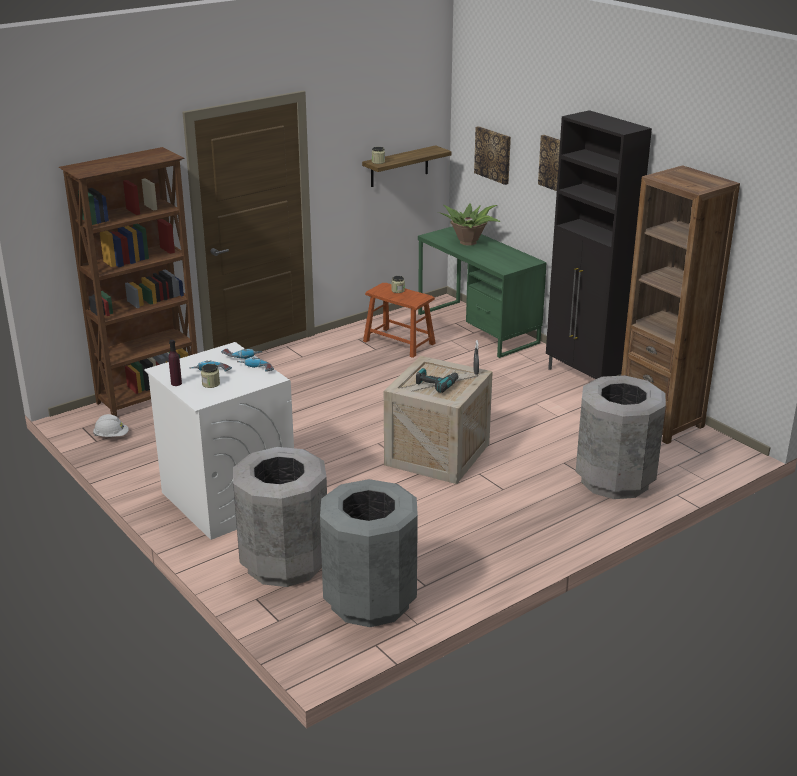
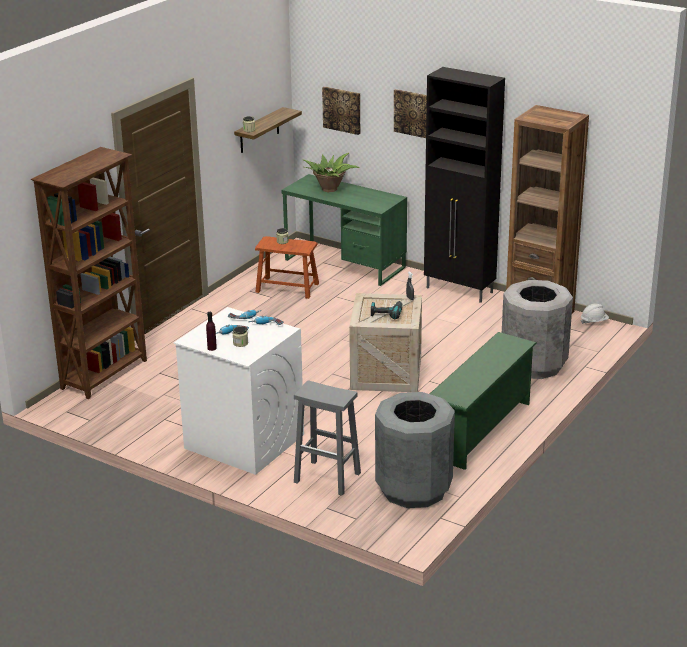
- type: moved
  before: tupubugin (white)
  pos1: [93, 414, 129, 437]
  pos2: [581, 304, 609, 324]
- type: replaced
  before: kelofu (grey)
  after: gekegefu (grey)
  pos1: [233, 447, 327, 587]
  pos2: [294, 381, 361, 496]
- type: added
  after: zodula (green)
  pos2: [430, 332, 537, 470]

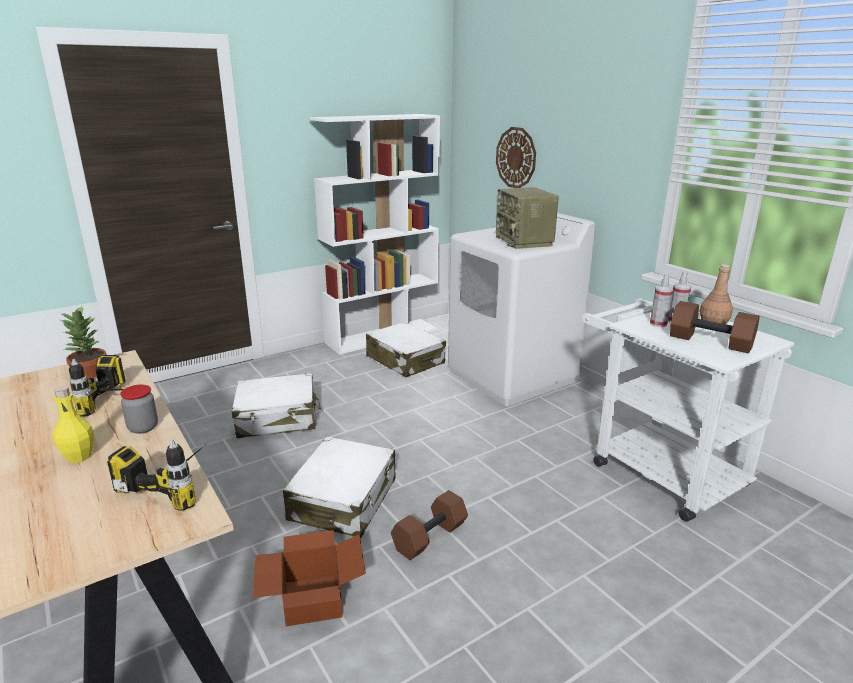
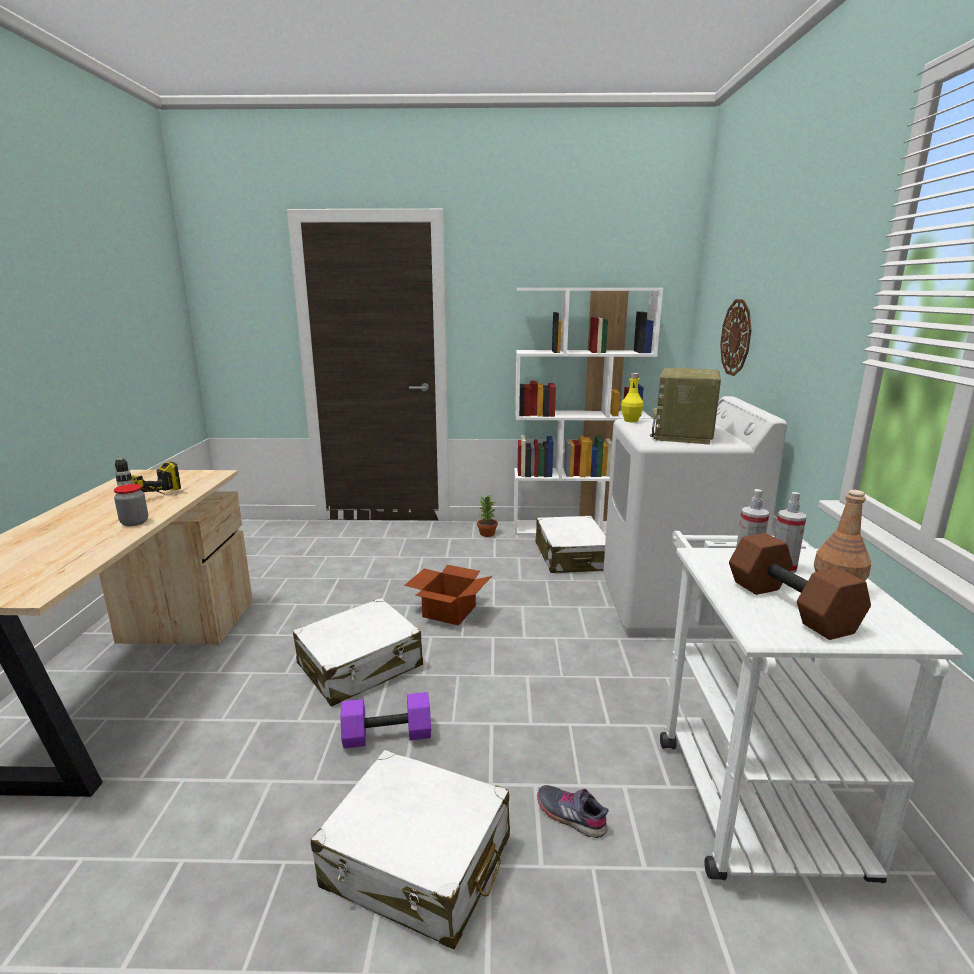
- type: moved
  before: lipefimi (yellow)
  pos1: [52, 385, 94, 463]
  pos2: [621, 373, 644, 422]
- type: moved
  before: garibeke
  pos1: [60, 306, 107, 379]
  pos2: [477, 495, 498, 537]
- type: removed
  before: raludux
  pos1: [107, 439, 204, 510]
- type: moved
  before: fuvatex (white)
  pos1: [232, 373, 321, 438]
  pos2: [311, 750, 510, 949]
- type: moved
  before: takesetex
  pos1: [253, 530, 366, 626]
  pos2: [404, 565, 492, 626]
- type: recoloured
  before: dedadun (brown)
  after: dedadun (purple)
  pos1: [391, 490, 468, 560]
  pos2: [340, 692, 431, 749]
- type: added
  after: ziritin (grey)
  pos2: [537, 785, 609, 838]

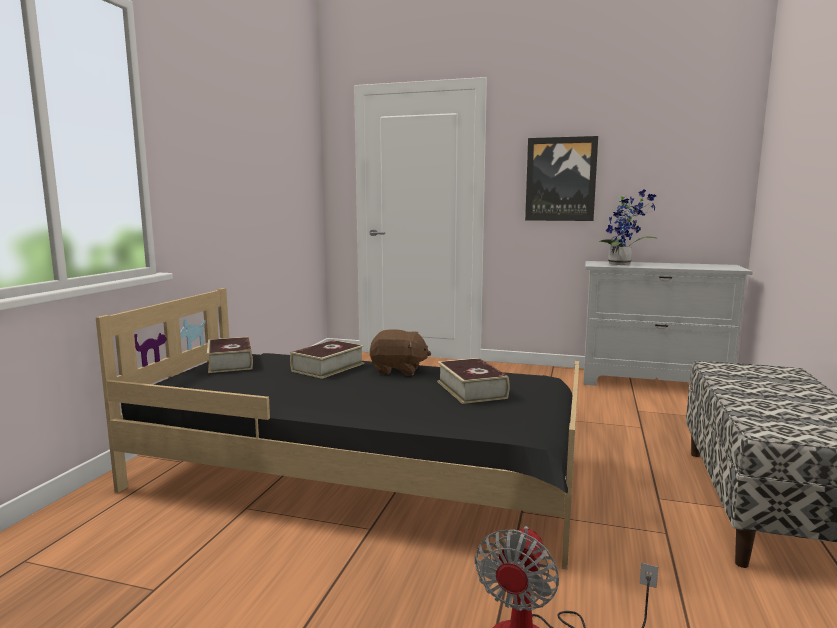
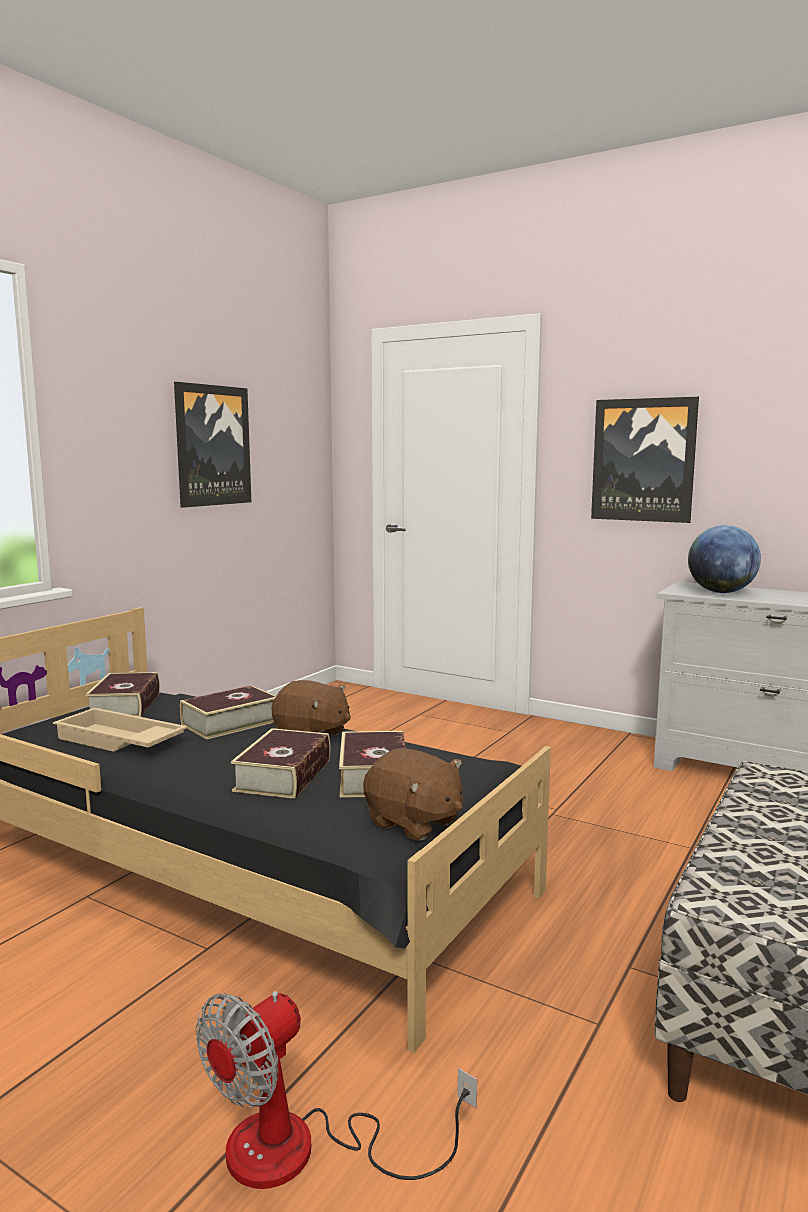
- type: replaced
  before: garibeke
  after: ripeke
  pos1: [599, 189, 658, 265]
  pos2: [688, 525, 761, 593]
- type: added
  after: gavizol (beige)
  pos2: [53, 708, 187, 752]
- type: added
  after: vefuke
  pos2: [174, 382, 251, 508]
- type: added
  after: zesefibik
  pos2: [231, 728, 330, 799]
- type: added
  after: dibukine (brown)
  pos2: [363, 748, 463, 841]

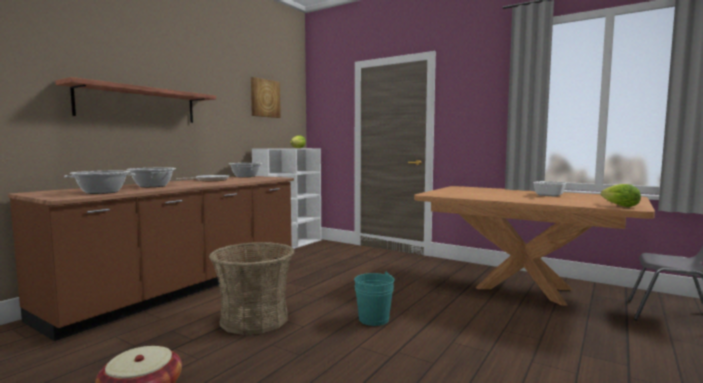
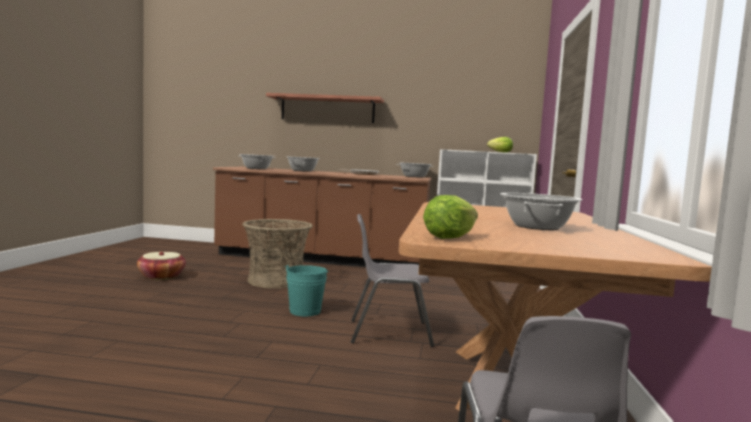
- type: removed
  before: vefuke
  pos1: [251, 77, 281, 118]
- type: replaced
  before: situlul
  after: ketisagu
  pos1: [533, 181, 567, 197]
  pos2: [500, 193, 582, 230]
- type: added
  after: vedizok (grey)
  pos2: [351, 214, 434, 347]

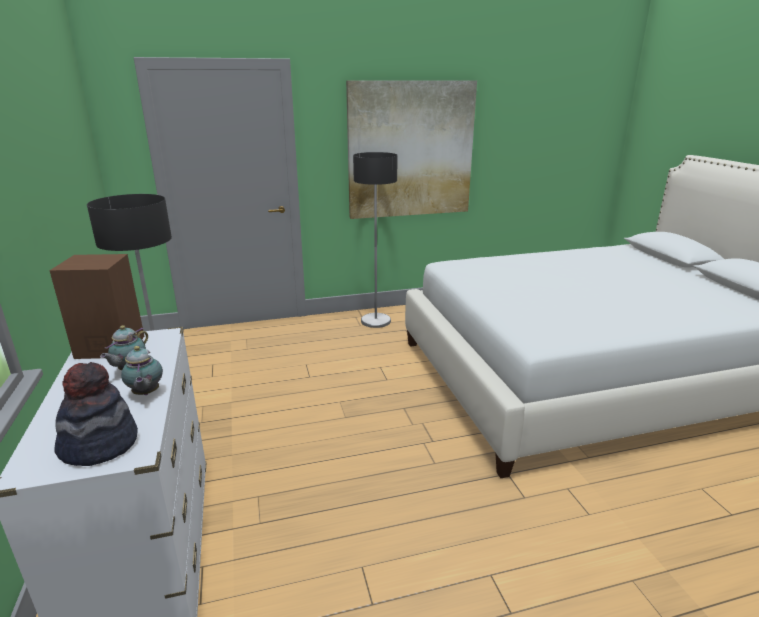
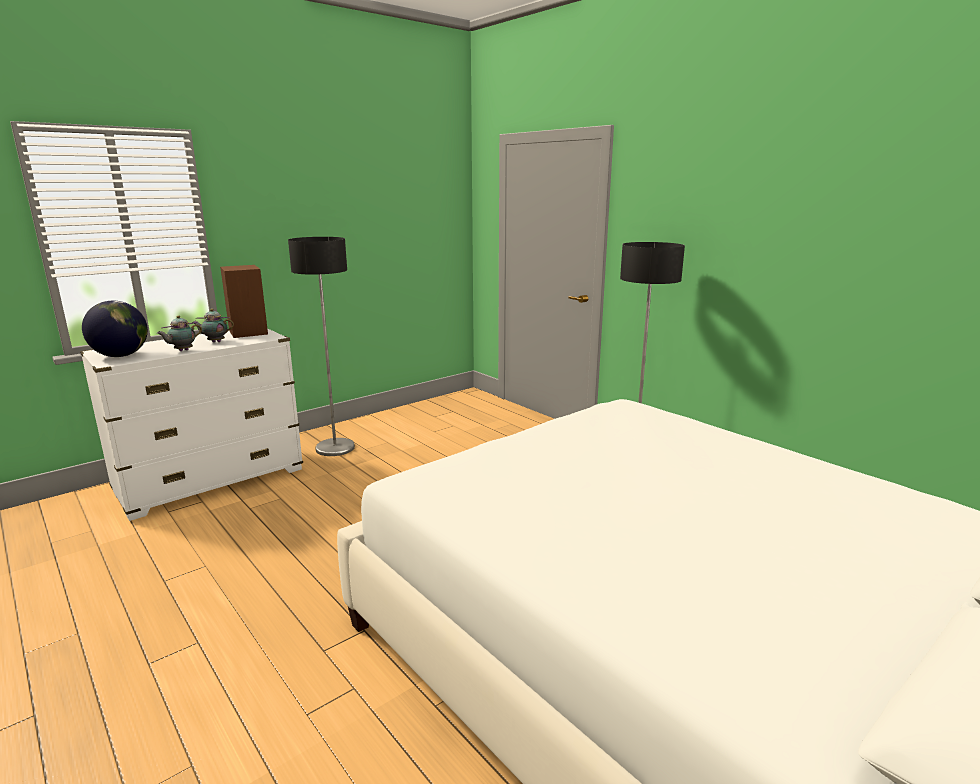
- type: replaced
  before: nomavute
  after: ripeke
  pos1: [54, 362, 138, 466]
  pos2: [82, 301, 148, 357]
- type: removed
  before: vefuke
  pos1: [346, 80, 477, 219]

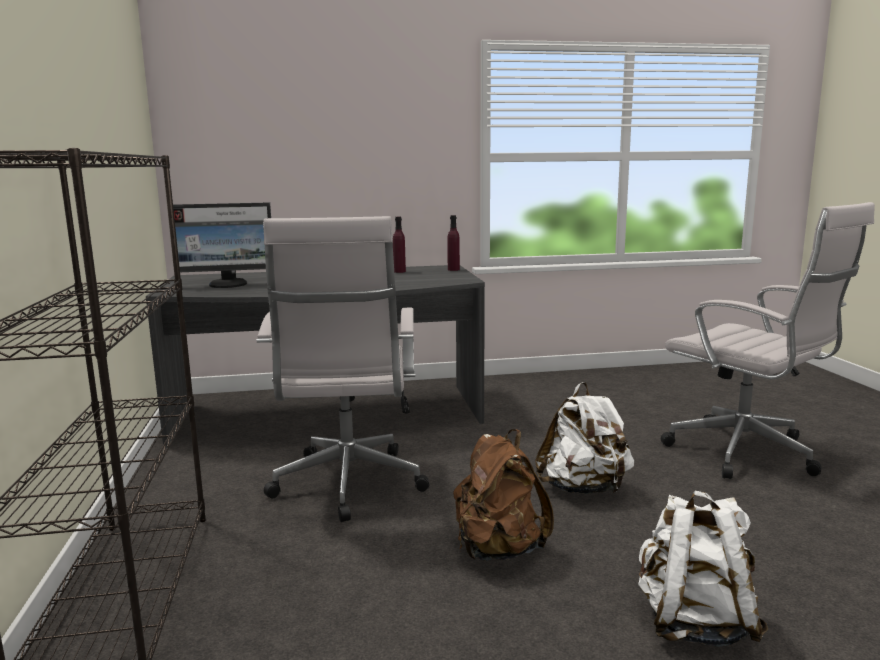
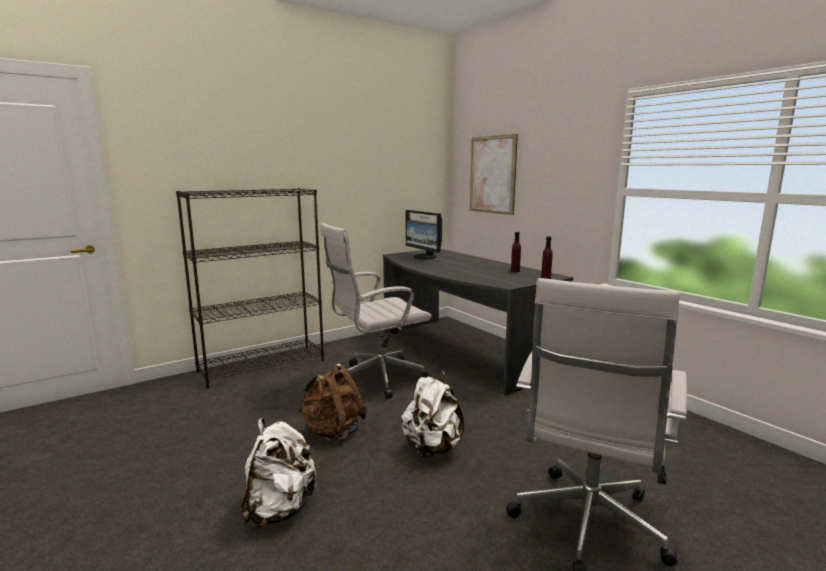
- type: added
  after: vefuke
  pos2: [470, 134, 518, 215]

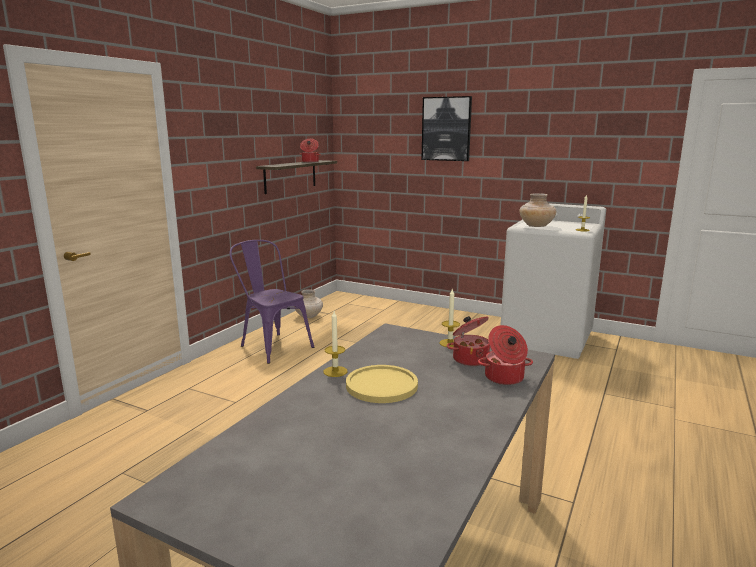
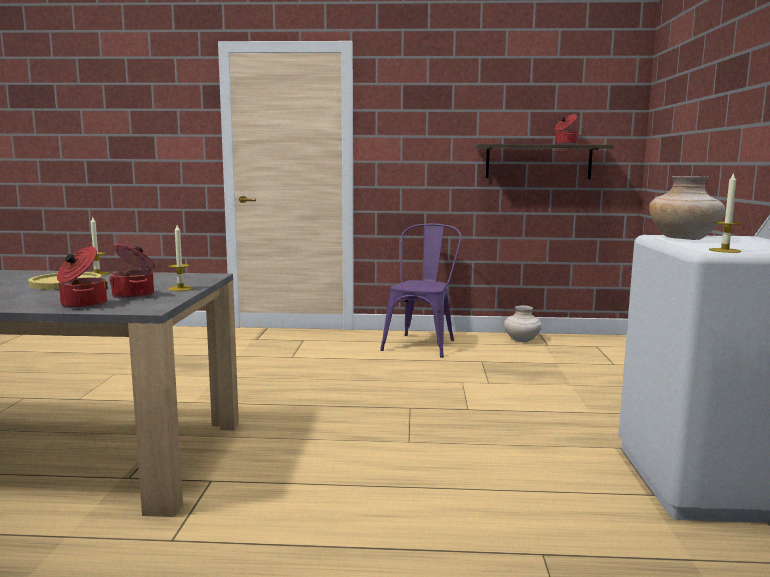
- type: removed
  before: vefuke
  pos1: [421, 96, 472, 161]

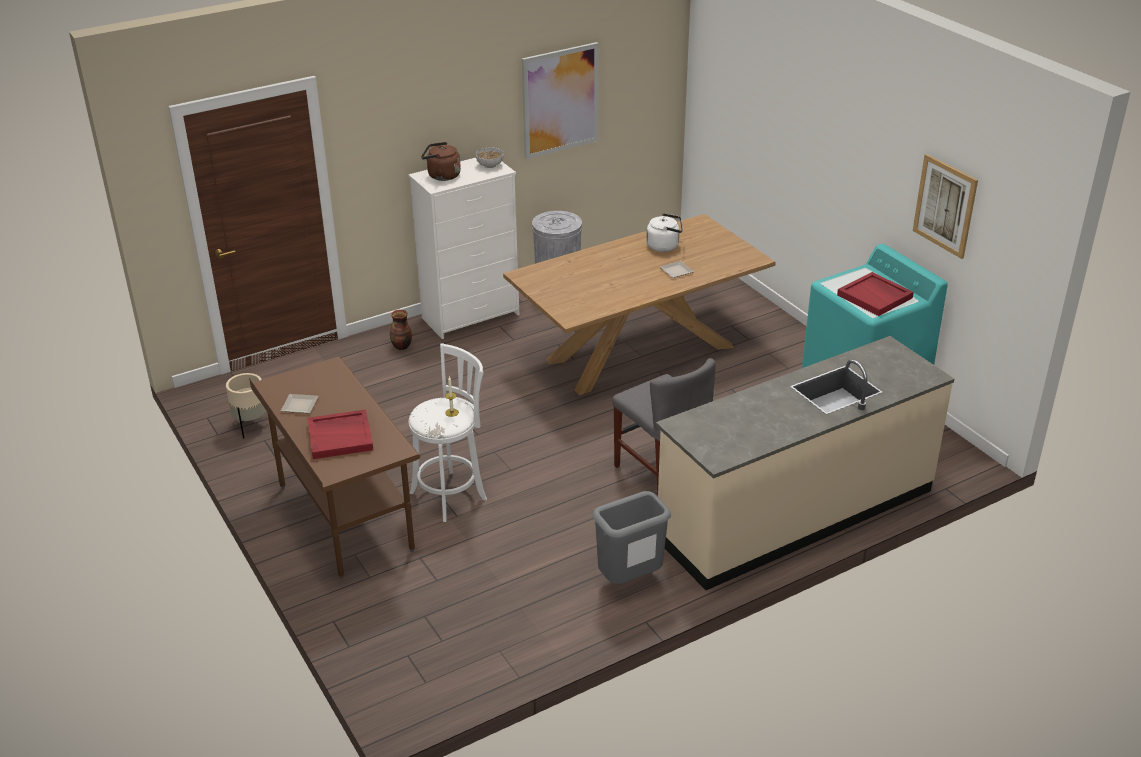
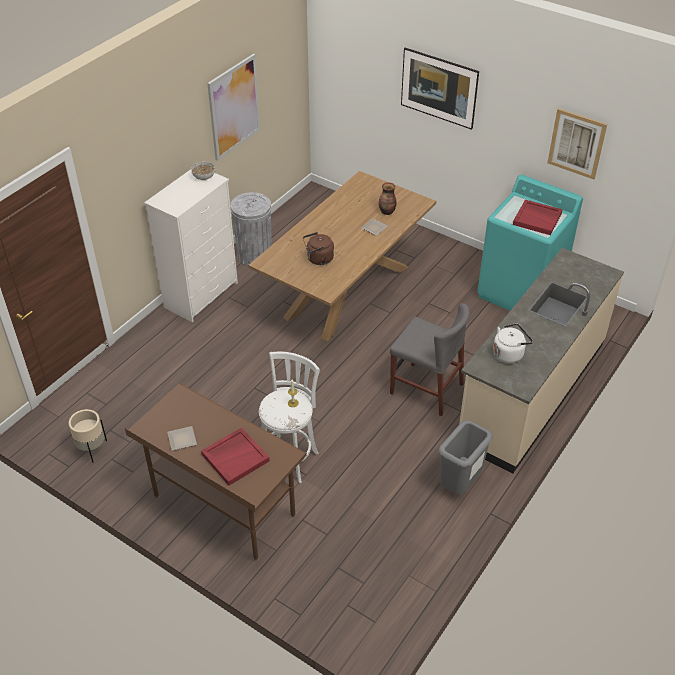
- type: moved
  before: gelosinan
  pos1: [390, 310, 412, 350]
  pos2: [379, 182, 396, 215]
- type: moved
  before: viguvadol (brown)
  pos1: [421, 142, 461, 181]
  pos2: [303, 232, 334, 265]
- type: moved
  before: viguvadol (white)
  pos1: [646, 213, 683, 252]
  pos2: [493, 323, 533, 363]
- type: added
  after: vefuke
  pos2: [401, 48, 479, 130]

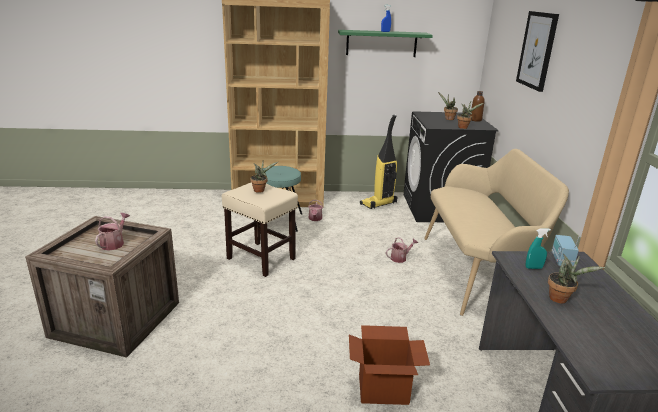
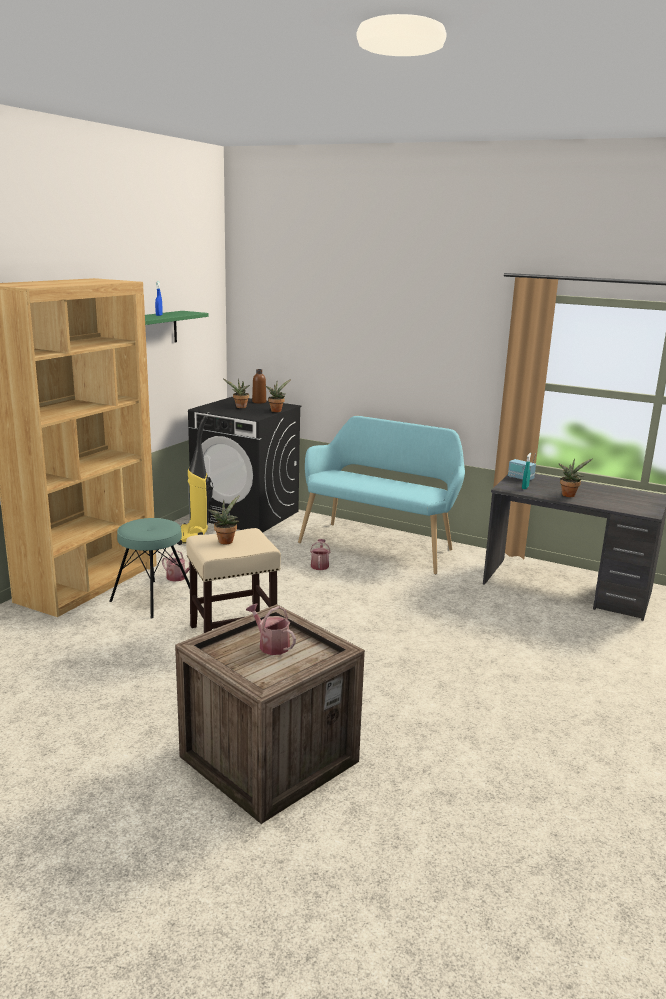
- type: removed
  before: takesetex
  pos1: [349, 325, 430, 405]
- type: recoloured
  before: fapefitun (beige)
  after: fapefitun (turquoise)
  pos1: [424, 149, 569, 316]
  pos2: [298, 416, 465, 575]
- type: removed
  before: vefuke
  pos1: [516, 11, 559, 92]

